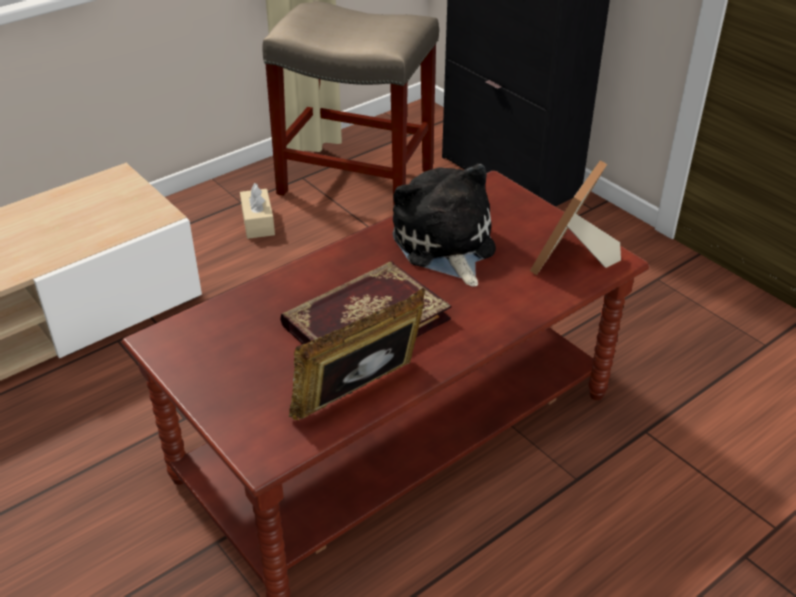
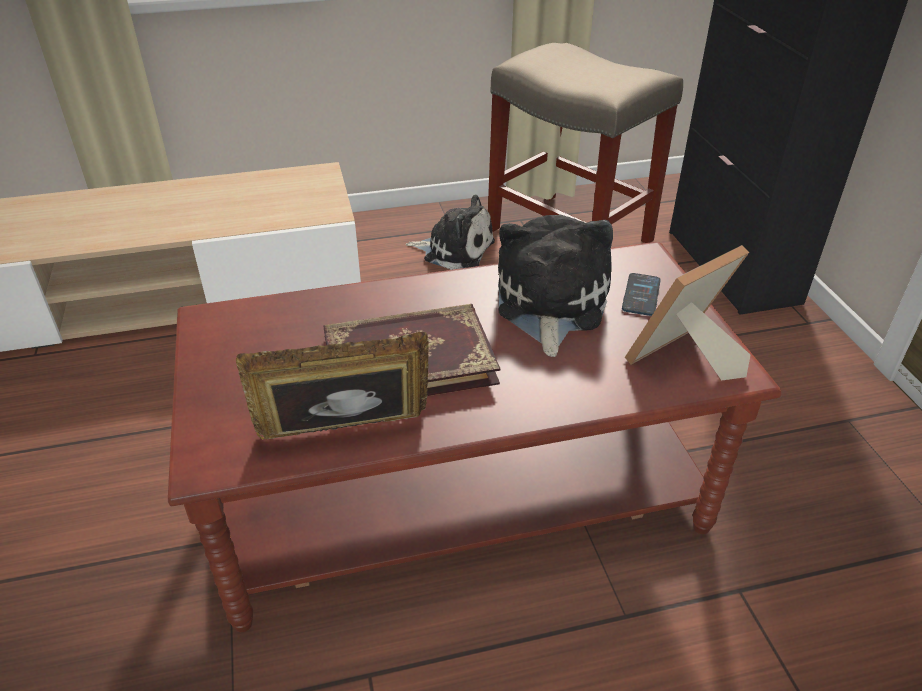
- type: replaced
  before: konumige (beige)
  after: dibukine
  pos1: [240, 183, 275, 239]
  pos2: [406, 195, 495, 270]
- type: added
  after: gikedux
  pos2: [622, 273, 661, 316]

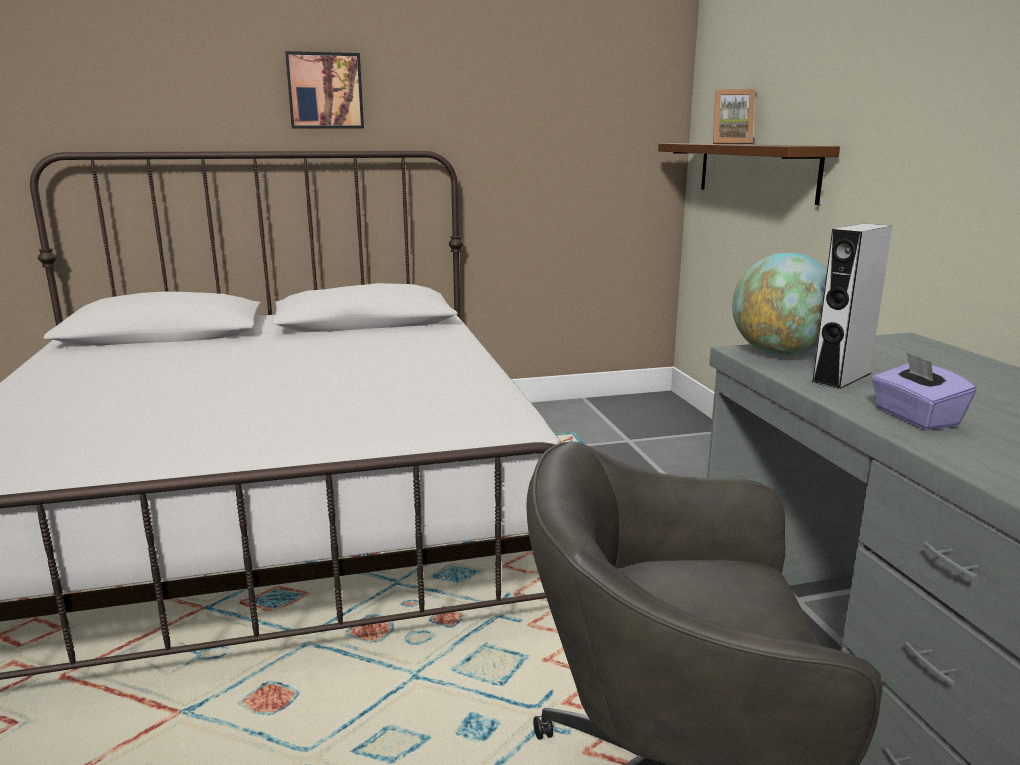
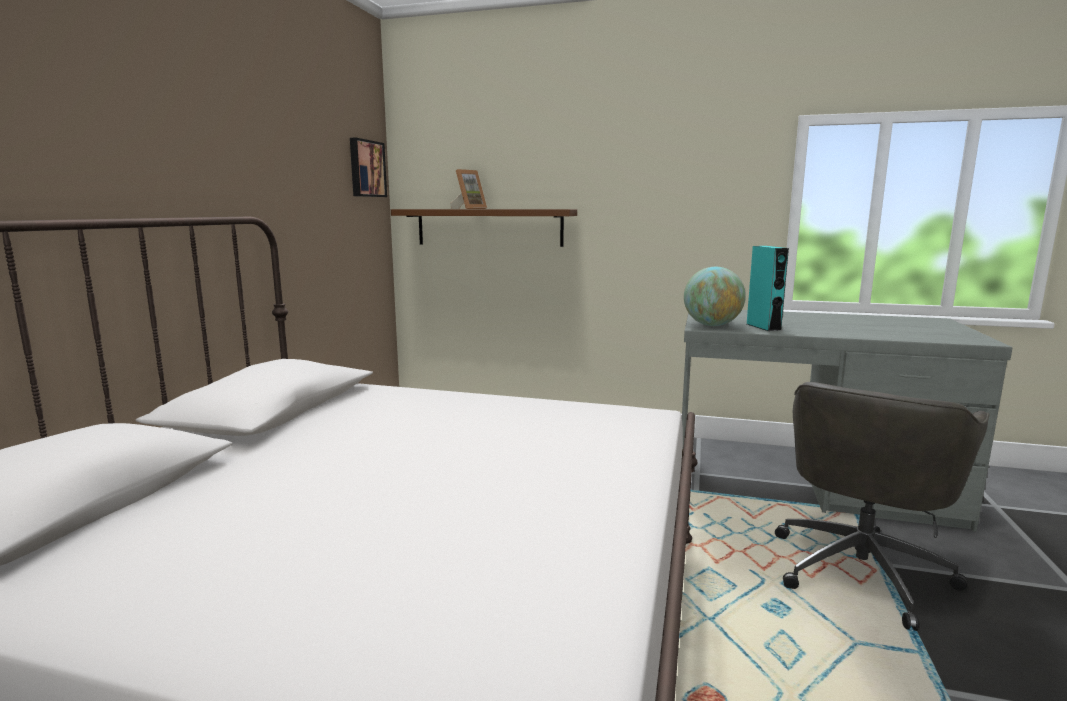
- type: moved
  before: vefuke
  pos1: [285, 51, 364, 129]
  pos2: [350, 138, 387, 197]
- type: recoloured
  before: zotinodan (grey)
  after: zotinodan (turquoise)
  pos1: [811, 223, 893, 389]
  pos2: [747, 246, 789, 331]
- type: removed
  before: konumige (purple)
  pos1: [871, 351, 977, 430]

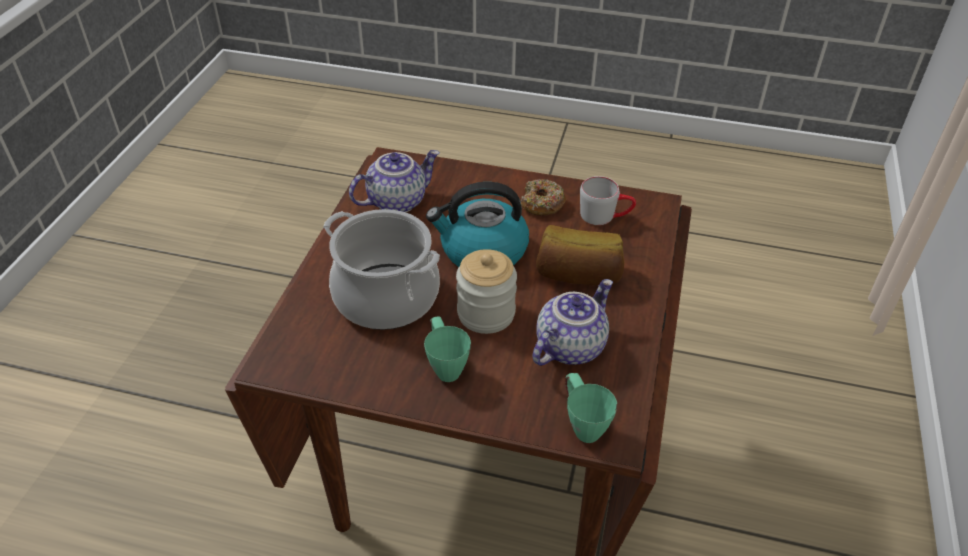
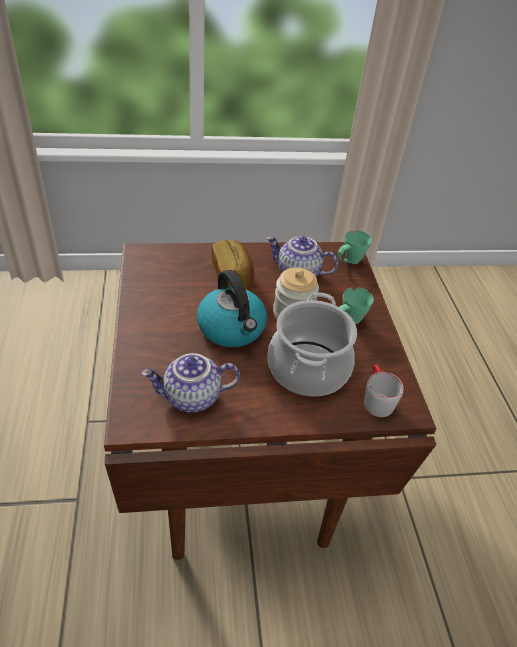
- type: turned
  before: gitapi
  pos1: [349, 150, 440, 212]
  pos2: [141, 353, 240, 412]
  turn: -45
- type: removed
  before: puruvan
  pos1: [521, 179, 566, 216]
- type: moved
  before: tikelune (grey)
  pos1: [580, 176, 636, 225]
  pos2: [364, 365, 403, 417]

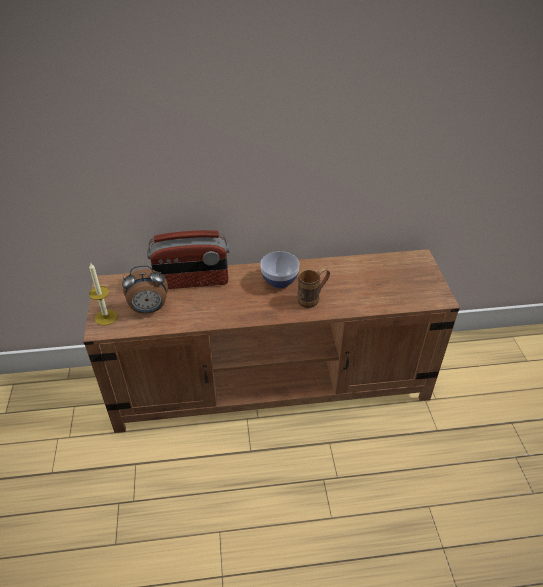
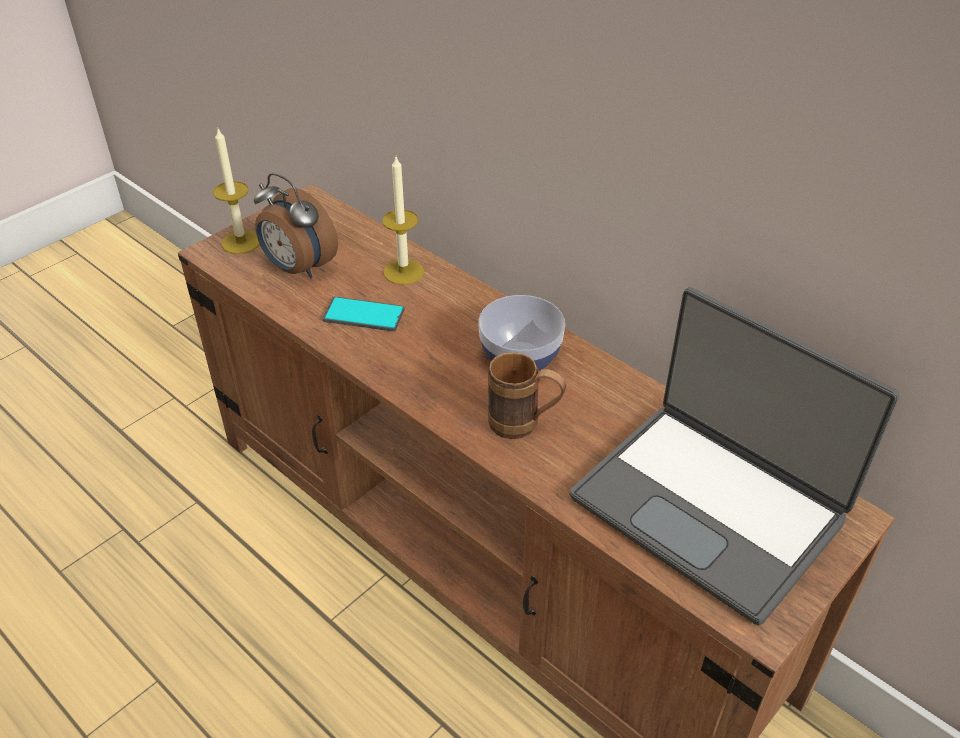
- type: replaced
  before: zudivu
  after: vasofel
  pos1: [147, 230, 229, 289]
  pos2: [382, 157, 424, 285]
- type: added
  after: gikedux
  pos2: [322, 297, 405, 332]
- type: added
  after: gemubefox
  pos2: [569, 287, 899, 625]

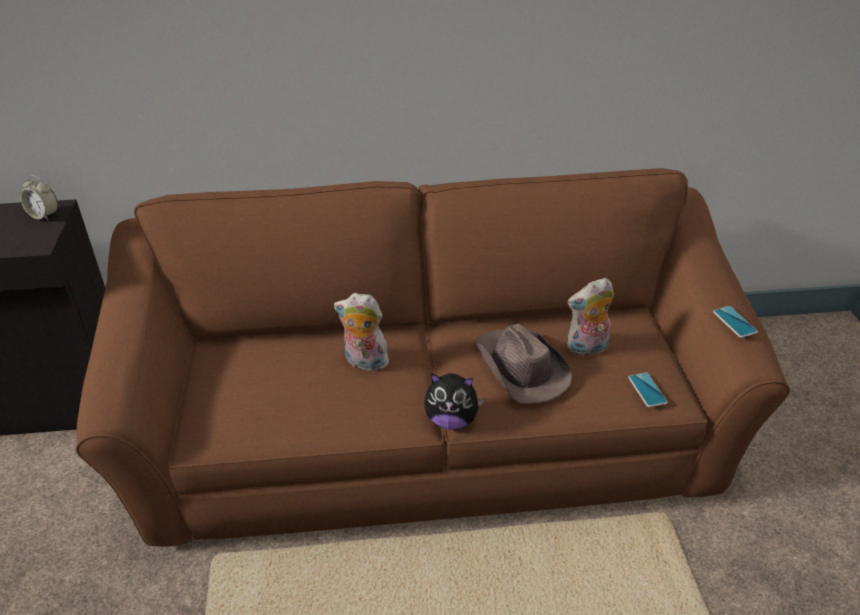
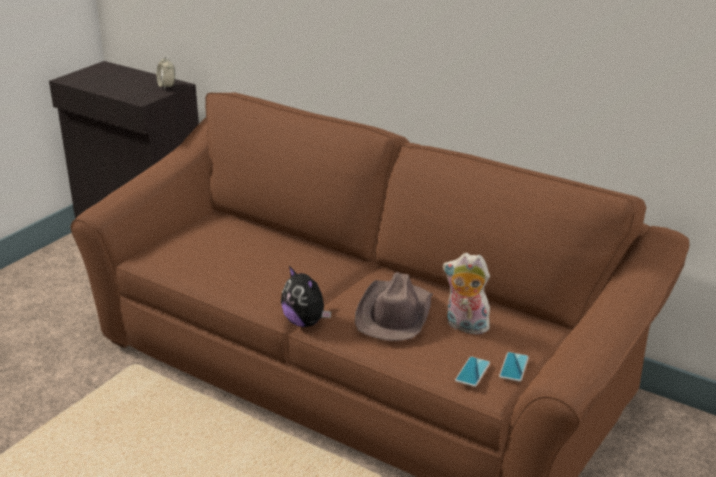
- type: removed
  before: dibukine
  pos1: [334, 293, 391, 374]
- type: moved
  before: gikedux
  pos1: [713, 306, 758, 338]
  pos2: [499, 352, 529, 382]

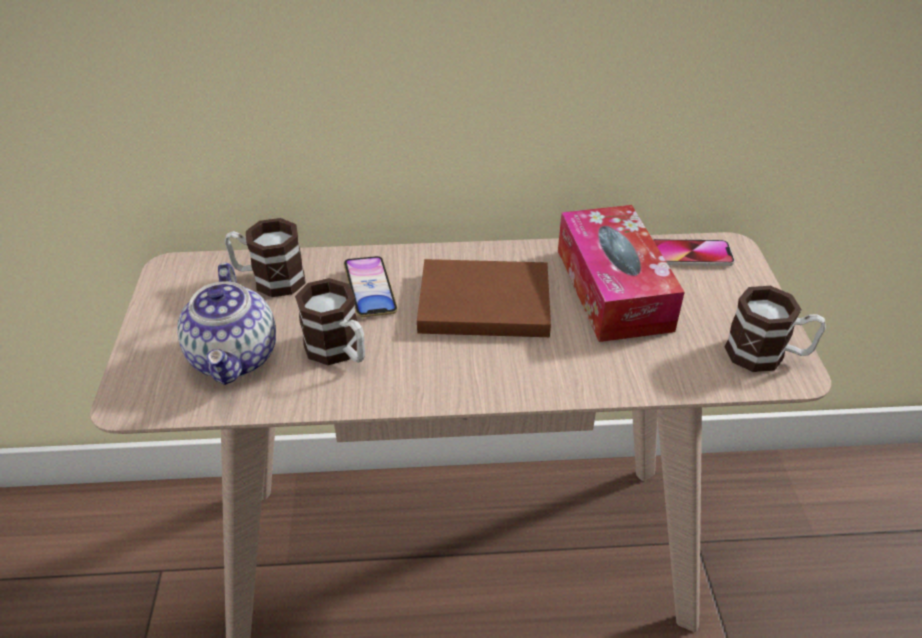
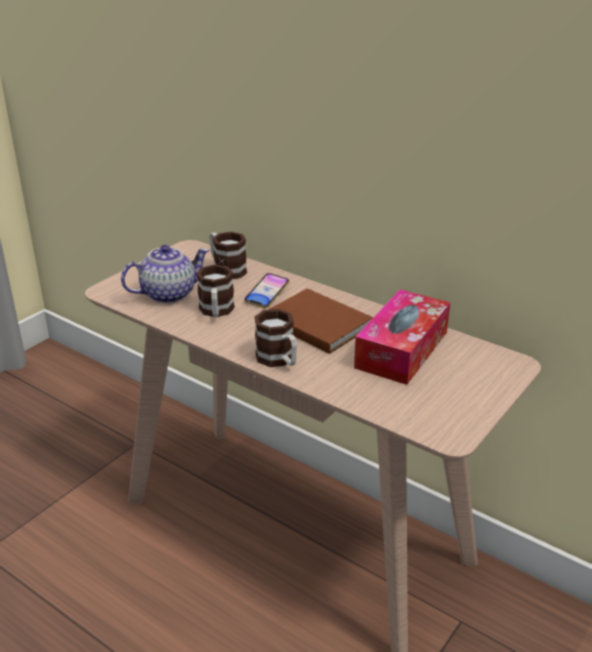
- type: turned
  before: gitapi
  pos1: [177, 263, 276, 385]
  pos2: [121, 245, 209, 303]
  turn: -150
- type: removed
  before: gikedux
  pos1: [653, 239, 735, 266]
- type: moved
  before: tikelune
  pos1: [725, 286, 826, 372]
  pos2: [254, 309, 297, 367]

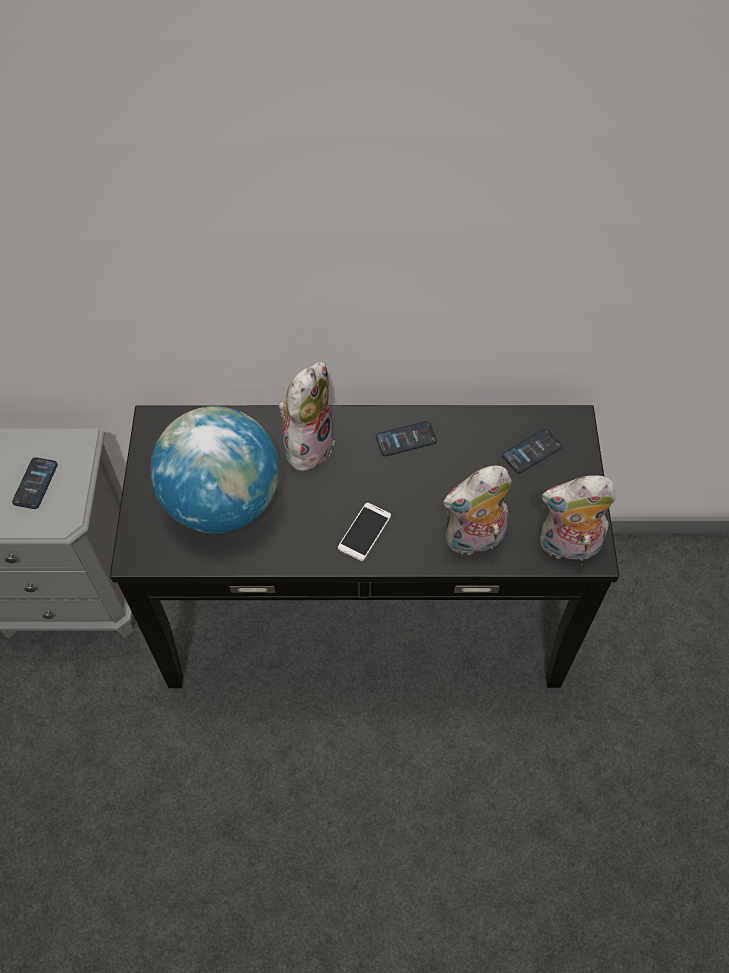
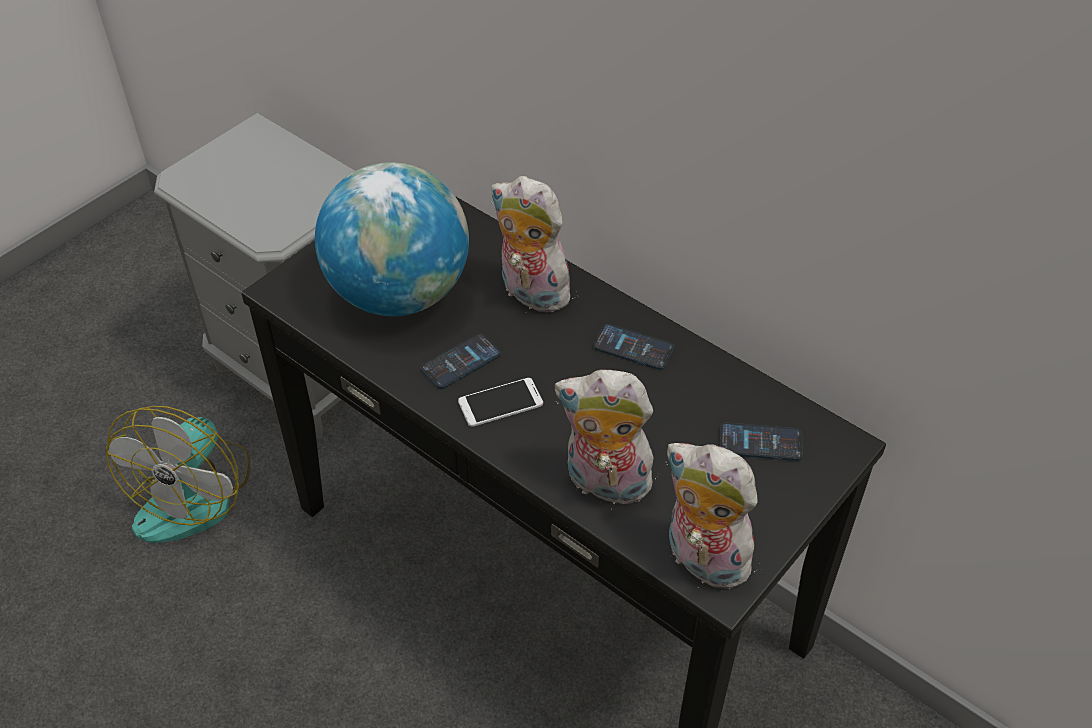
- type: moved
  before: gikedux
  pos1: [12, 457, 58, 509]
  pos2: [421, 333, 501, 389]
- type: turned
  before: dibukine
  pos1: [279, 362, 335, 472]
  pos2: [491, 176, 577, 313]
  turn: -120
- type: added
  after: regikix
  pos2: [106, 406, 250, 543]

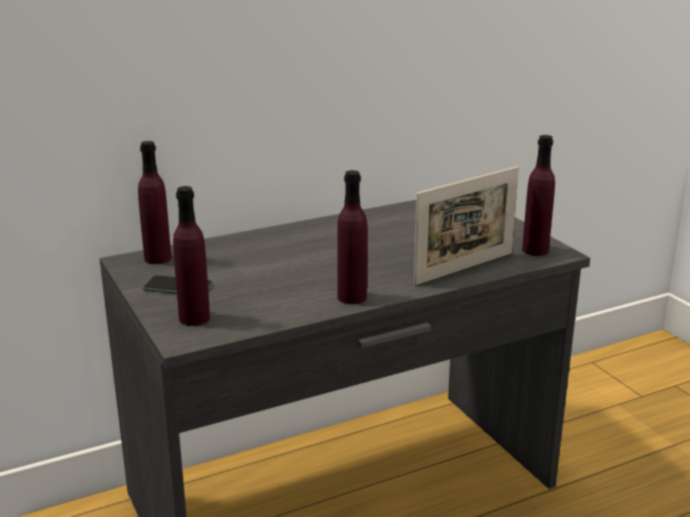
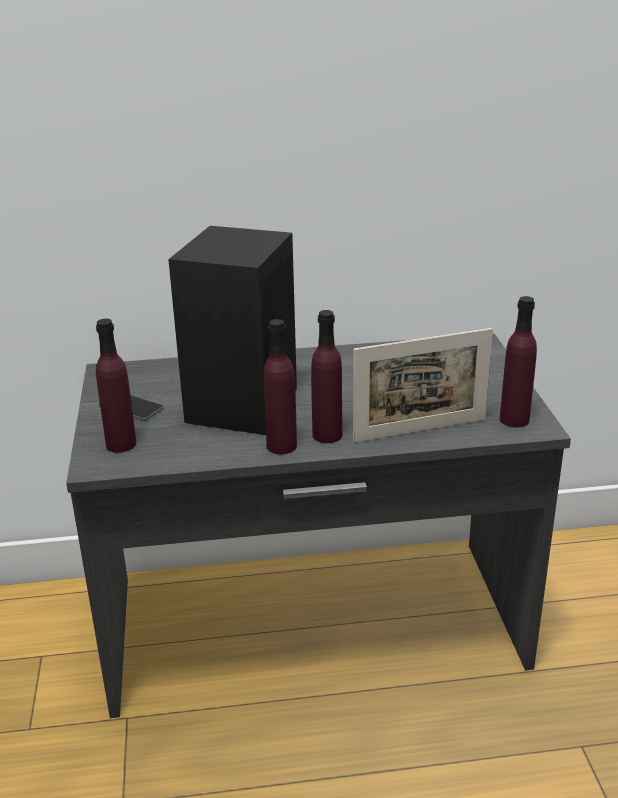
- type: moved
  before: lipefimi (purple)
  pos1: [138, 141, 172, 264]
  pos2: [311, 310, 342, 443]
- type: added
  after: zotinodan (black)
  pos2: [168, 226, 297, 435]

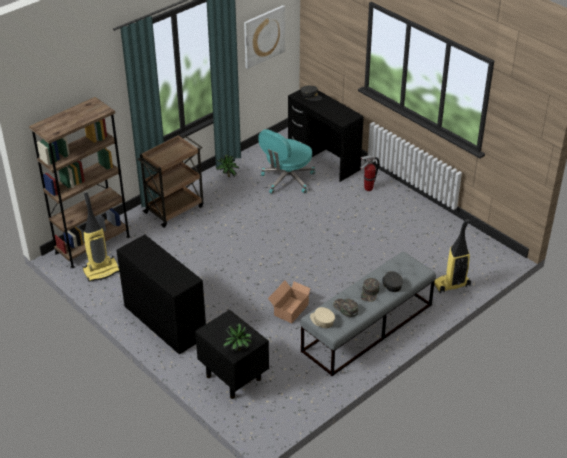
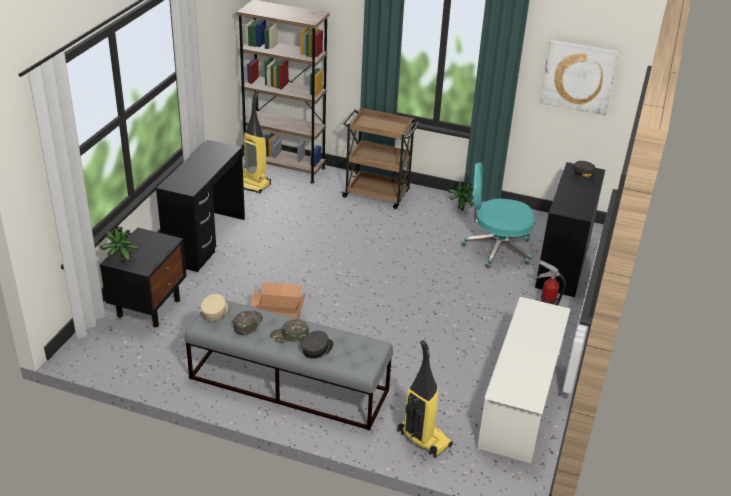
- type: added
  after: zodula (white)
  pos2: [477, 297, 571, 463]

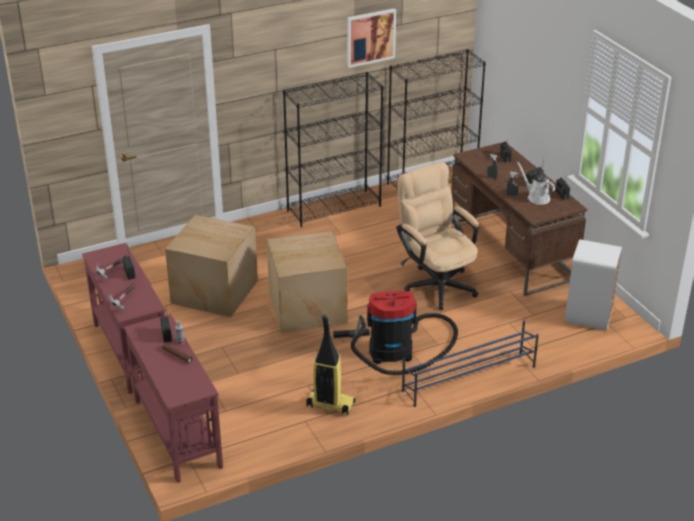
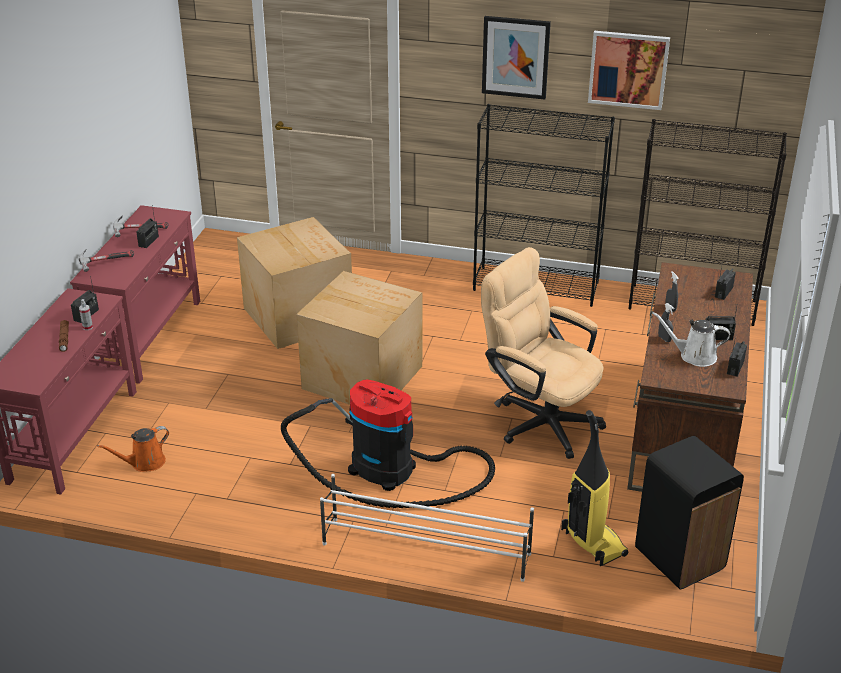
- type: moved
  before: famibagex
  pos1: [306, 315, 356, 415]
  pos2: [561, 410, 628, 566]
- type: turned
  before: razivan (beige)
  pos1: [396, 162, 479, 310]
  pos2: [481, 247, 606, 459]
  turn: -60
- type: recoloured
  before: zodula (blue)
  after: zodula (white)
  pos1: [402, 320, 539, 407]
  pos2: [320, 474, 534, 582]
- type: turned
  before: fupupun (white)
  pos1: [517, 161, 555, 205]
  pos2: [652, 312, 730, 367]
  turn: -75
- type: recoloured
  before: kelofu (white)
  after: kelofu (black)
  pos1: [565, 239, 622, 330]
  pos2: [635, 436, 744, 589]
- type: added
  after: fupupun (orange)
  pos2: [97, 426, 169, 472]
- type: added
  after: vefuke
  pos2: [482, 16, 551, 100]

